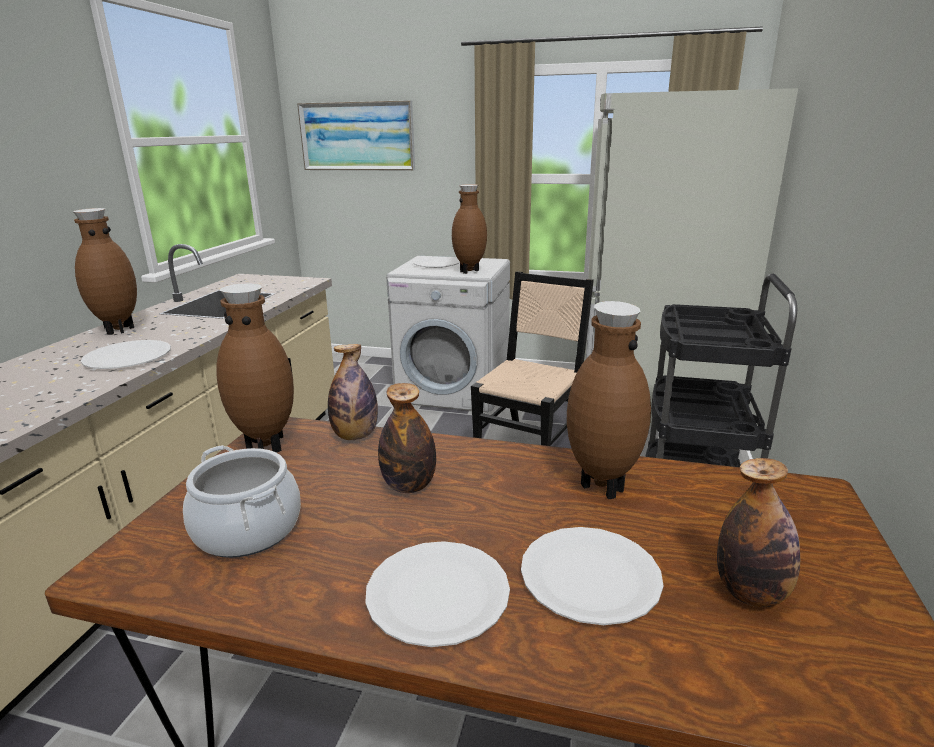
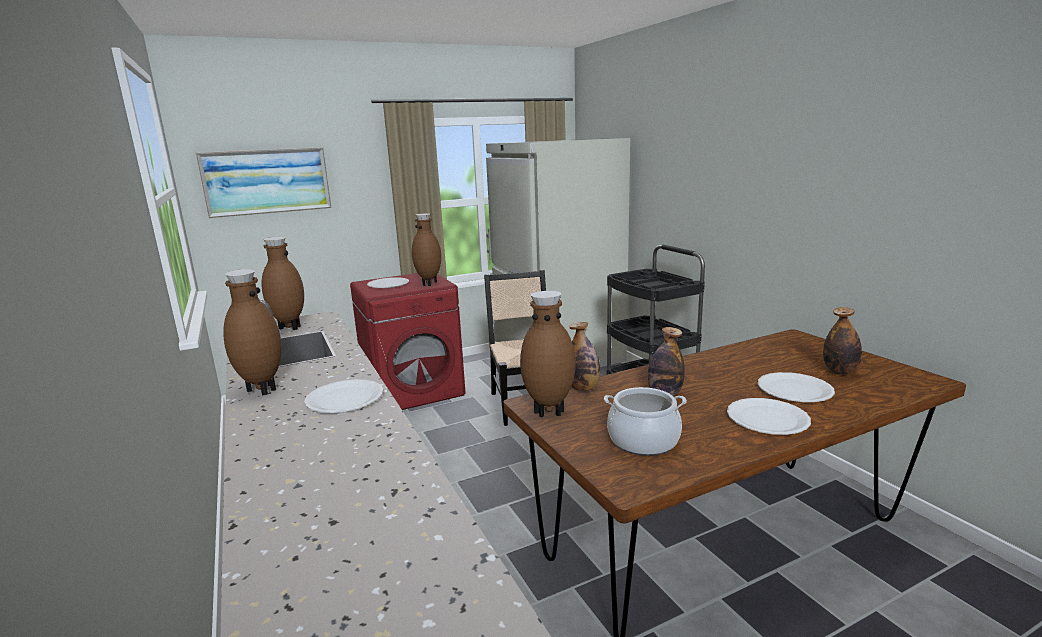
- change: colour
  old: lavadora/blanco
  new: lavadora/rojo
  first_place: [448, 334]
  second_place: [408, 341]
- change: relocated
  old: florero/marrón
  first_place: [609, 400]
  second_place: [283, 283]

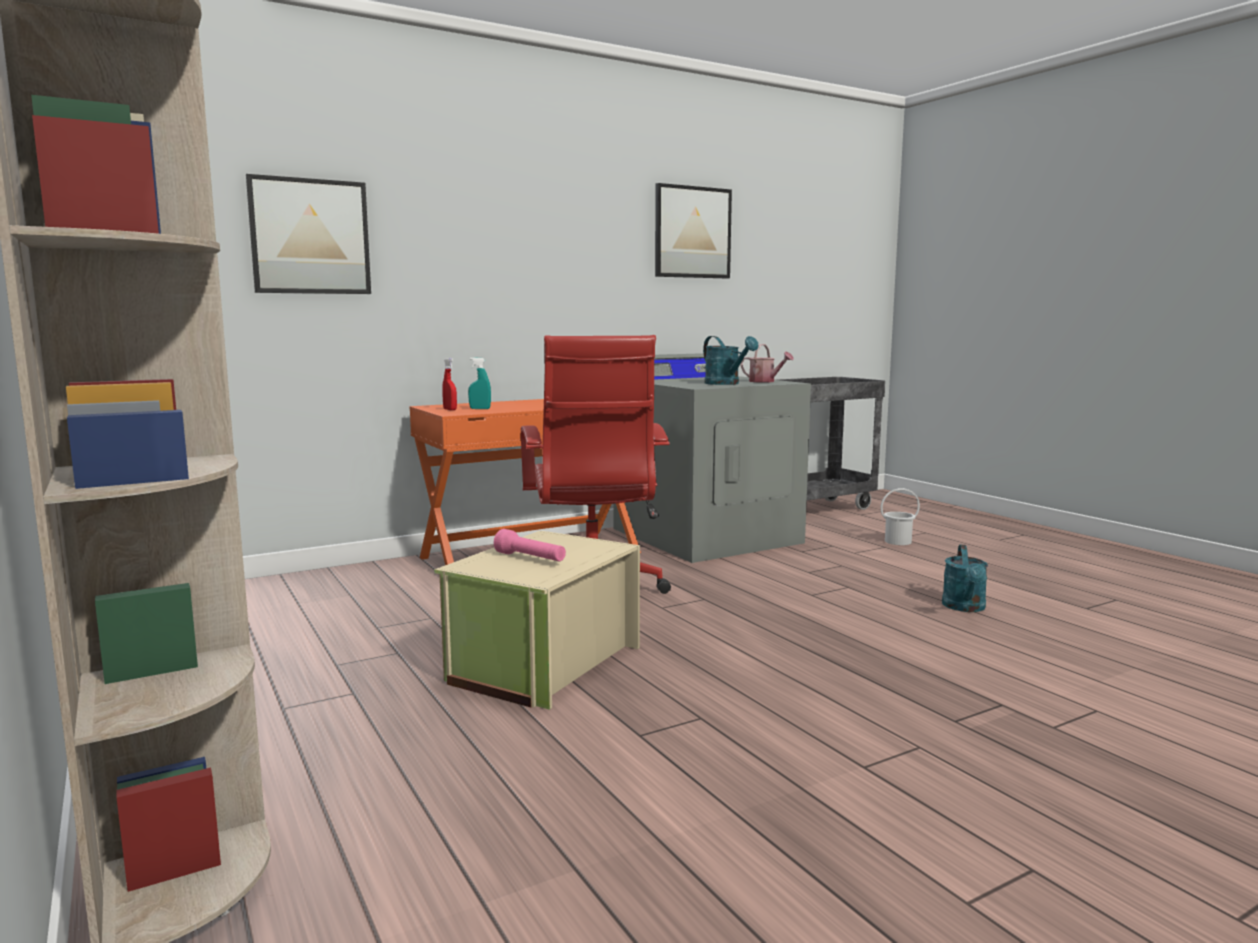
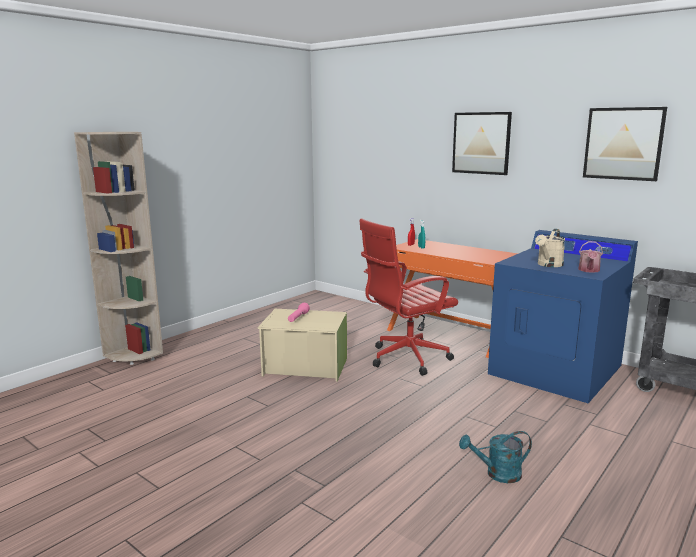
- change: relocated
  old: cuadro
  first_place: [308, 234]
  second_place: [482, 143]
- change: colour
  old: regadera/turquesa
  new: regadera/beis
  first_place: [730, 360]
  second_place: [550, 248]
- change: colour
  old: lavadora/gris
  new: lavadora/azul
  first_place: [712, 458]
  second_place: [563, 316]
- change: missing
  old: cubo/blanco
  first_place: [900, 516]

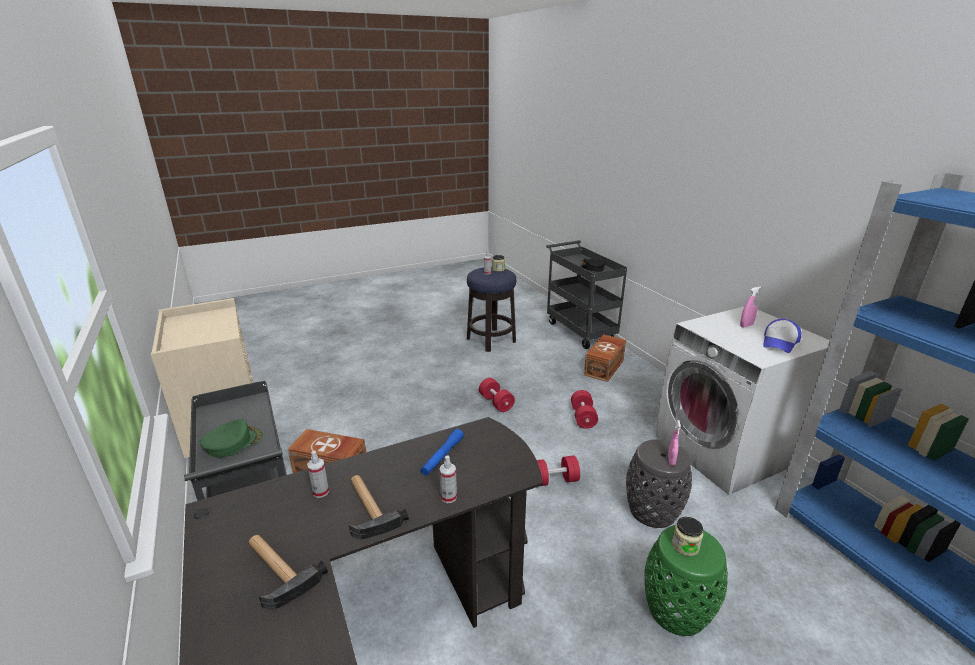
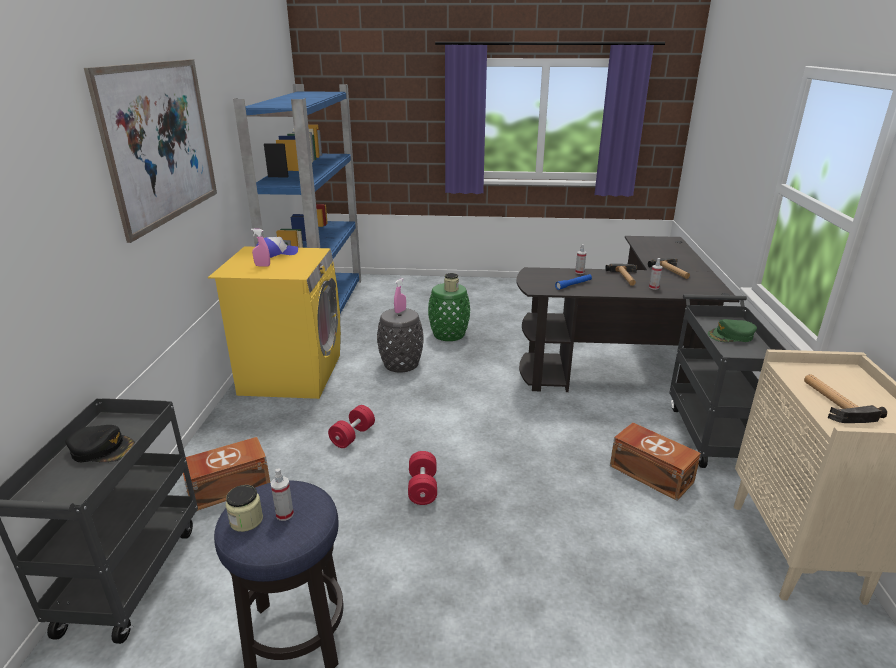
- change: colour
  old: lavadora/blanco
  new: lavadora/amarillo
  first_place: [743, 401]
  second_place: [274, 322]
- change: missing
  old: mancuerna/rojo
  first_place: [558, 471]
- change: appeared
  new: cuadro
  second_place: [150, 151]
- change: appeared
  new: martillo
  second_place: [845, 398]

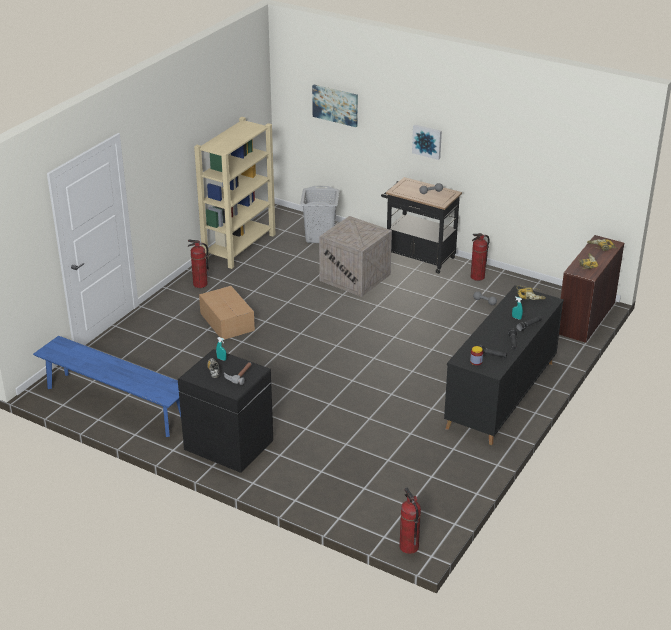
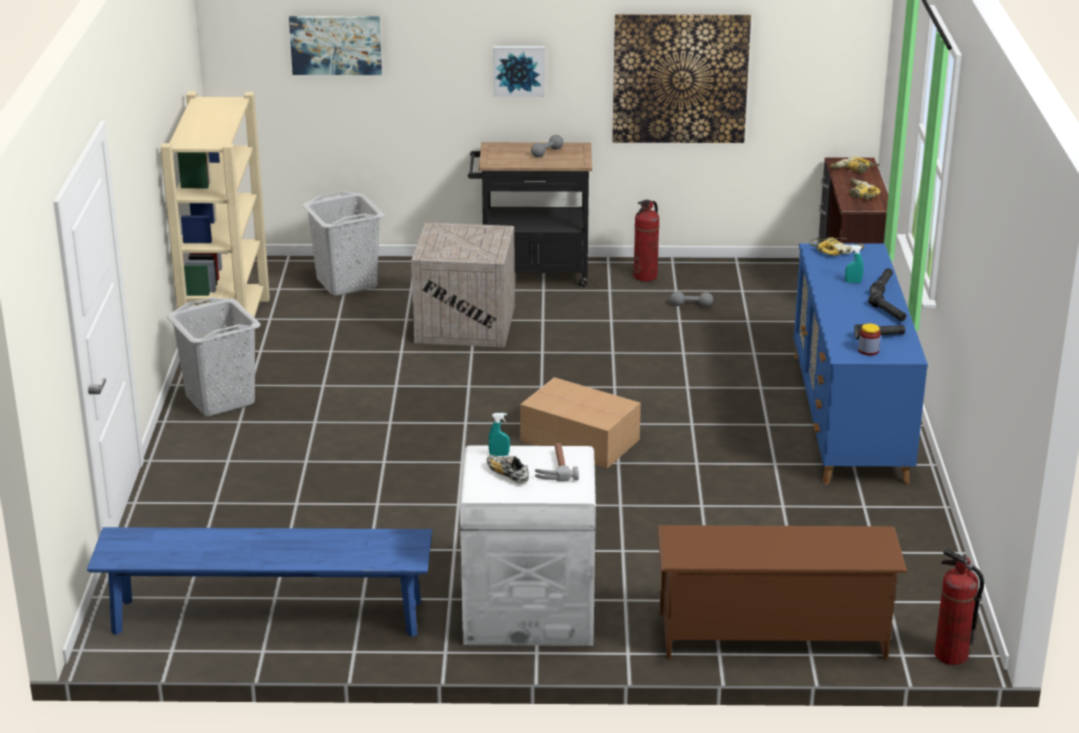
- change: exchanged
  old: extintor
  new: cesto de la ropa/gris
  first_place: [198, 263]
  second_place: [213, 356]
- change: colour
  old: cómoda/negro
  new: cómoda/azul
  first_place: [504, 365]
  second_place: [861, 364]
- change: relocated
  old: caja de cartón
  first_place: [227, 313]
  second_place: [580, 422]
- change: colour
  old: lavadora/negro
  new: lavadora/blanco
  first_place: [225, 411]
  second_place: [528, 546]
- change: appeared
  new: cuadro
  second_place: [681, 78]
- change: appeared
  new: zapatero/marrón
  second_place: [782, 592]

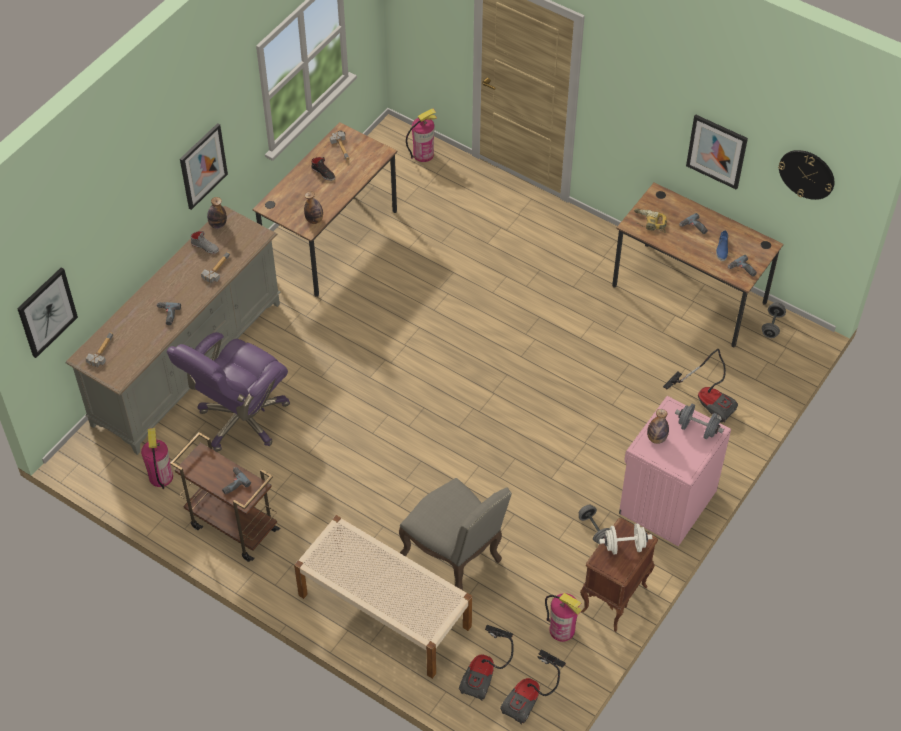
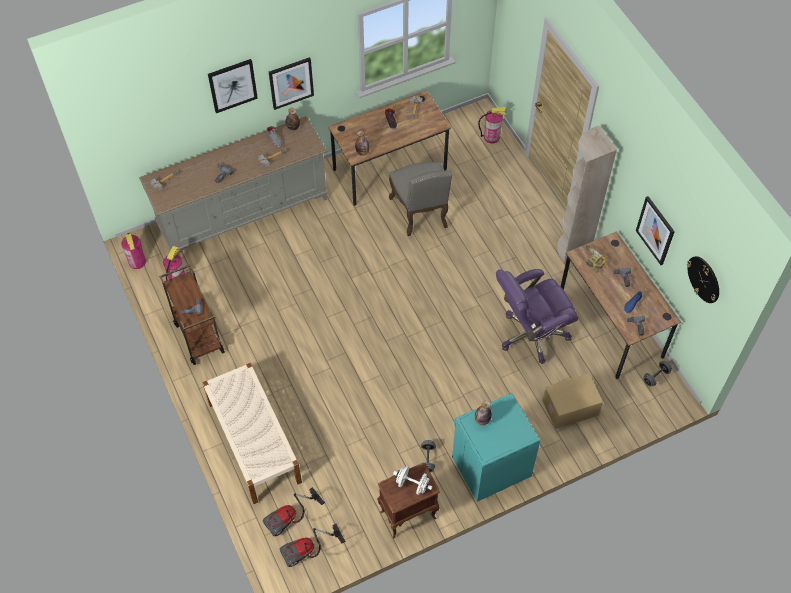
- change: relocated
  old: cuadro
  first_place: [47, 312]
  second_place: [233, 86]
- change: relocated
  old: silla de oficina/morado
  first_place: [228, 392]
  second_place: [537, 316]
- change: exchanged
  old: aspiradora
  new: caja de cartón
  first_place: [700, 386]
  second_place: [572, 401]
- change: colour
  old: lavadora/rosa
  new: lavadora/turquesa
  first_place: [675, 471]
  second_place: [496, 447]
- change: missing
  old: mancuerna/gris
  first_place: [699, 421]
- change: relocated
  old: silla/gris
  first_place: [455, 534]
  second_place: [420, 199]
- change: relocated
  old: extintor
  first_place: [563, 617]
  second_place: [133, 251]
- change: appeared
  new: estantería/beis
  second_place: [587, 194]

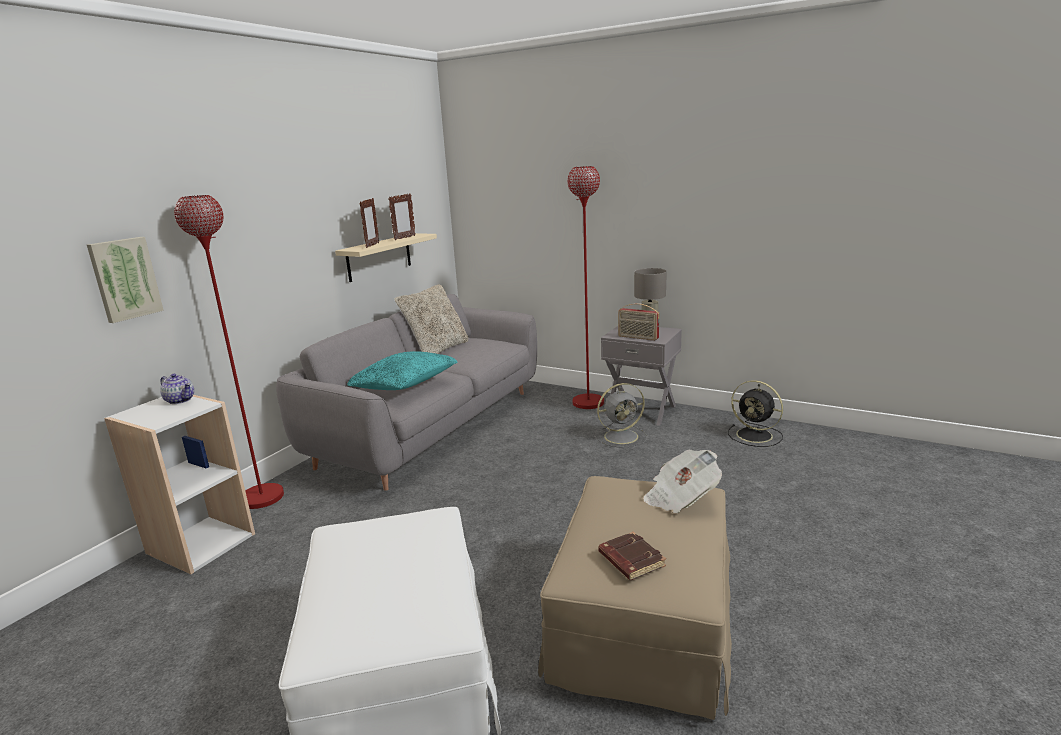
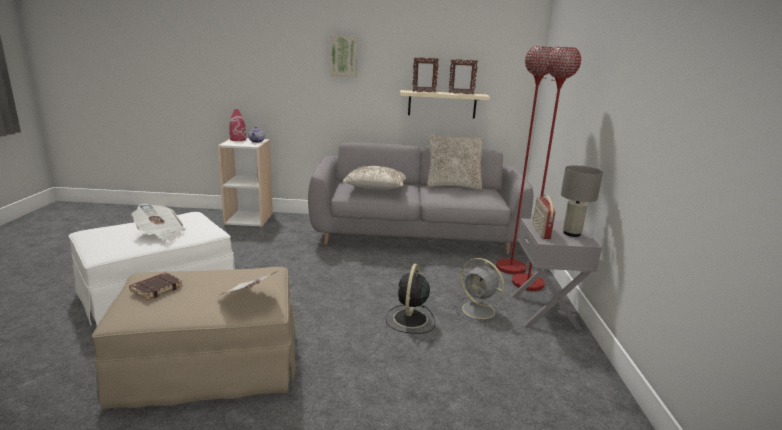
- change: relocated
  old: lámpara de pie/rojo
  first_place: [229, 352]
  second_place: [524, 160]
- change: relocated
  old: cuadro
  first_place: [125, 280]
  second_place: [344, 56]
- change: colour
  old: cojín/turquesa
  new: cojín/beis
  first_place: [402, 370]
  second_place: [374, 178]
- change: relocated
  old: ventilador/negro
  first_place: [755, 413]
  second_place: [410, 299]
- change: appeared
  new: florero/rojo
  second_place: [237, 125]
- change: appeared
  new: periódico
  second_place: [158, 222]

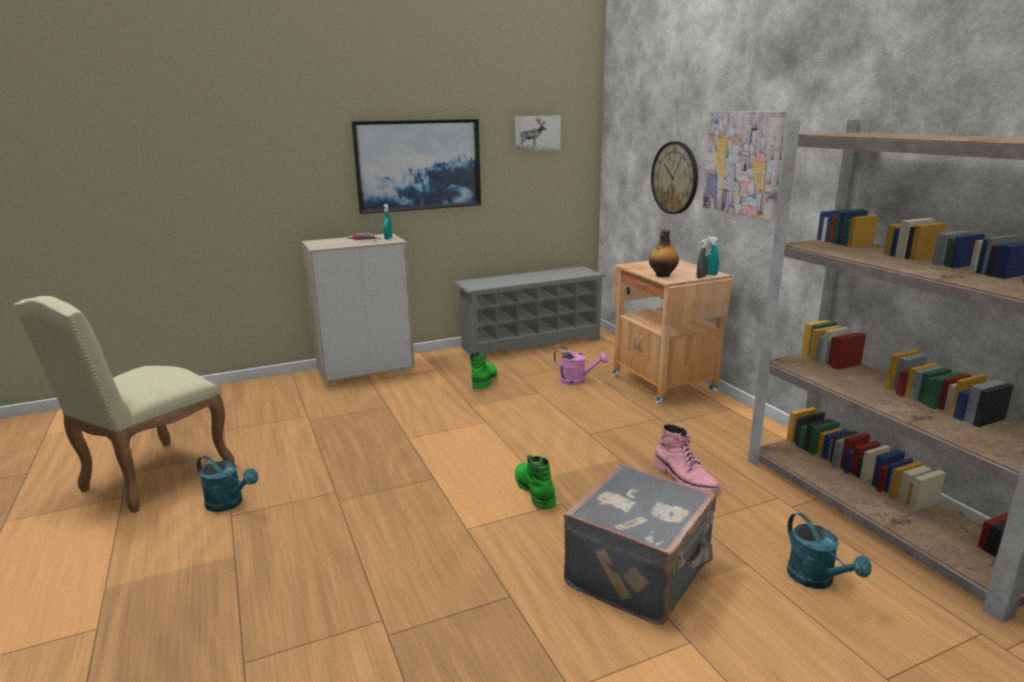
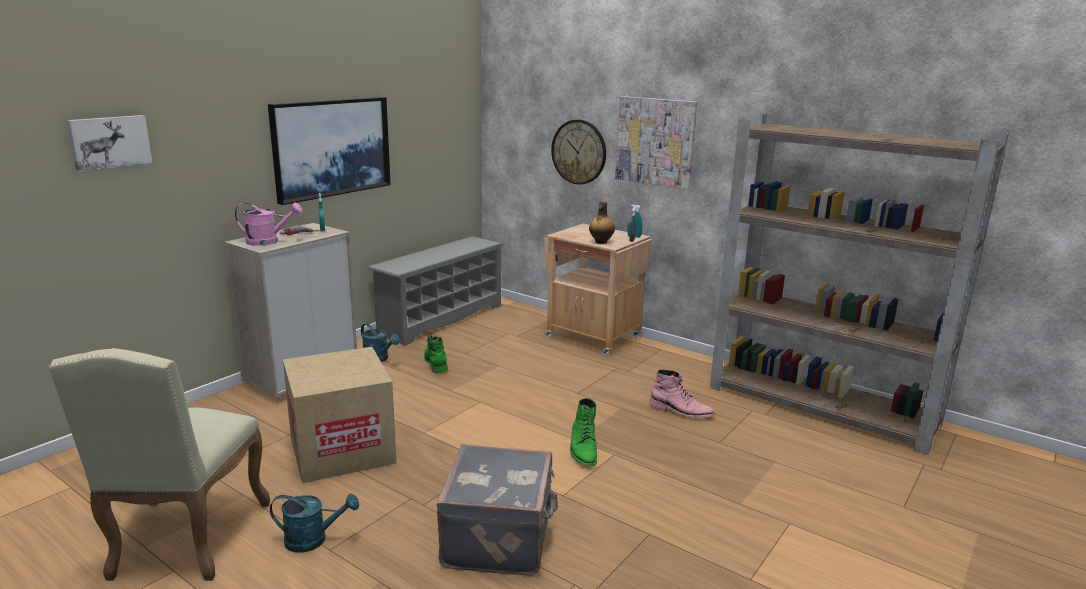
- change: relocated
  old: cuadro
  first_place: [538, 133]
  second_place: [109, 143]
- change: relocated
  old: regadera/rosa
  first_place: [581, 366]
  second_place: [268, 224]
- change: spun
  old: bota/verde
  first_place: [535, 482]
  second_place: [583, 432]
  degrees: -135
- change: relocated
  old: maleta/gris
  first_place: [640, 544]
  second_place: [497, 510]
- change: relocated
  old: regadera/turquesa
  first_place: [829, 551]
  second_place: [380, 342]
- change: appeared
  new: caja de cartón
  second_place: [339, 415]

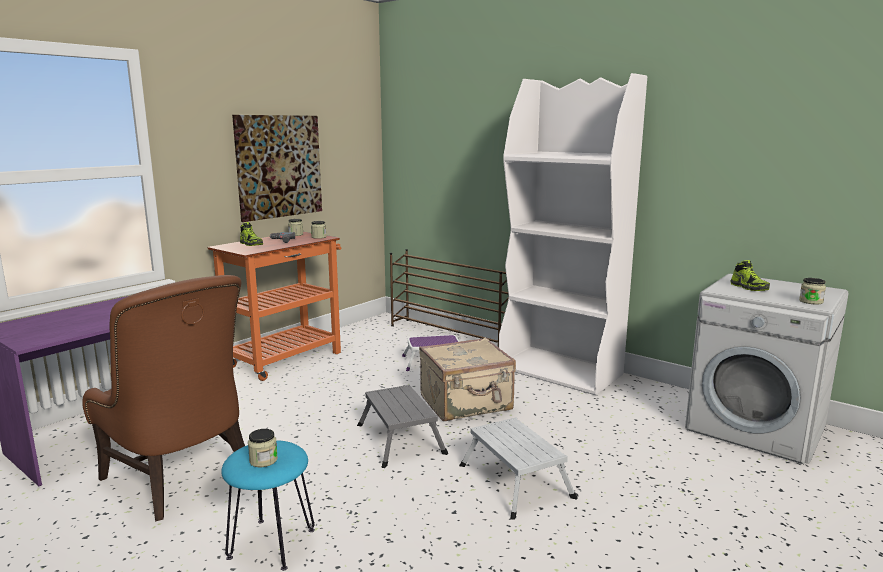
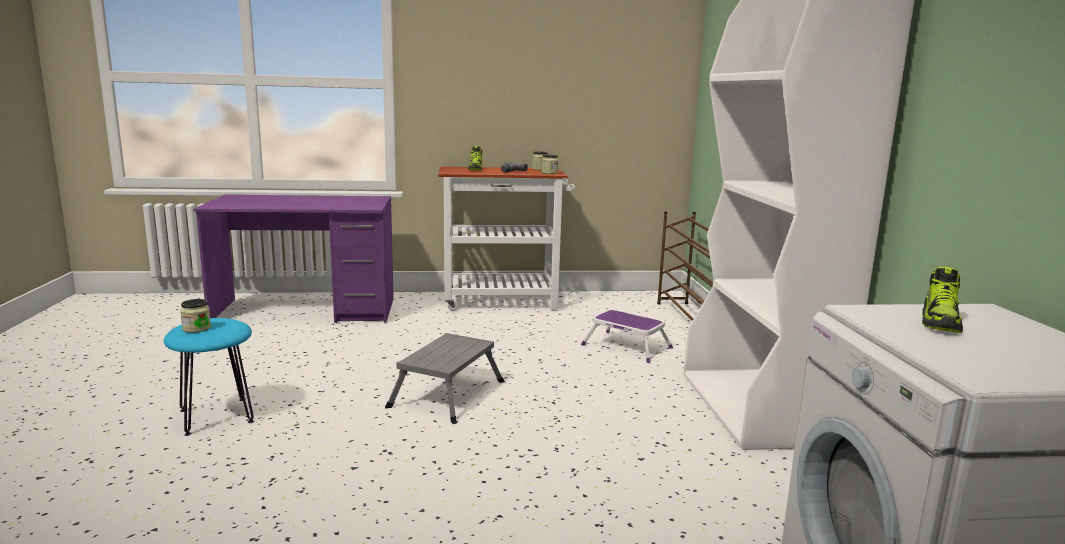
- change: missing
  old: cuadro
  first_place: [277, 168]
- change: colour
  old: carrito/naranja
  new: carrito/blanco
  first_place: [274, 306]
  second_place: [506, 239]
- change: missing
  old: silla/marrón
  first_place: [163, 398]
- change: missing
  old: tarro
  first_place: [812, 291]
- change: missing
  old: maleta/beis
  first_place: [467, 379]
- change: missing
  old: escalera de tijera/blanco
  first_place: [518, 468]

